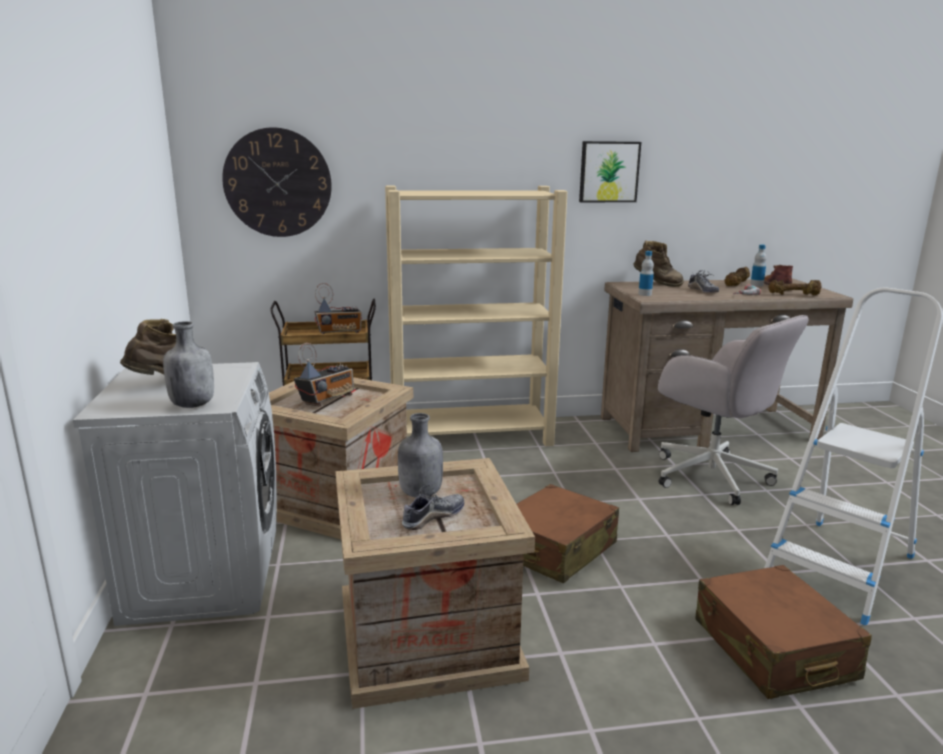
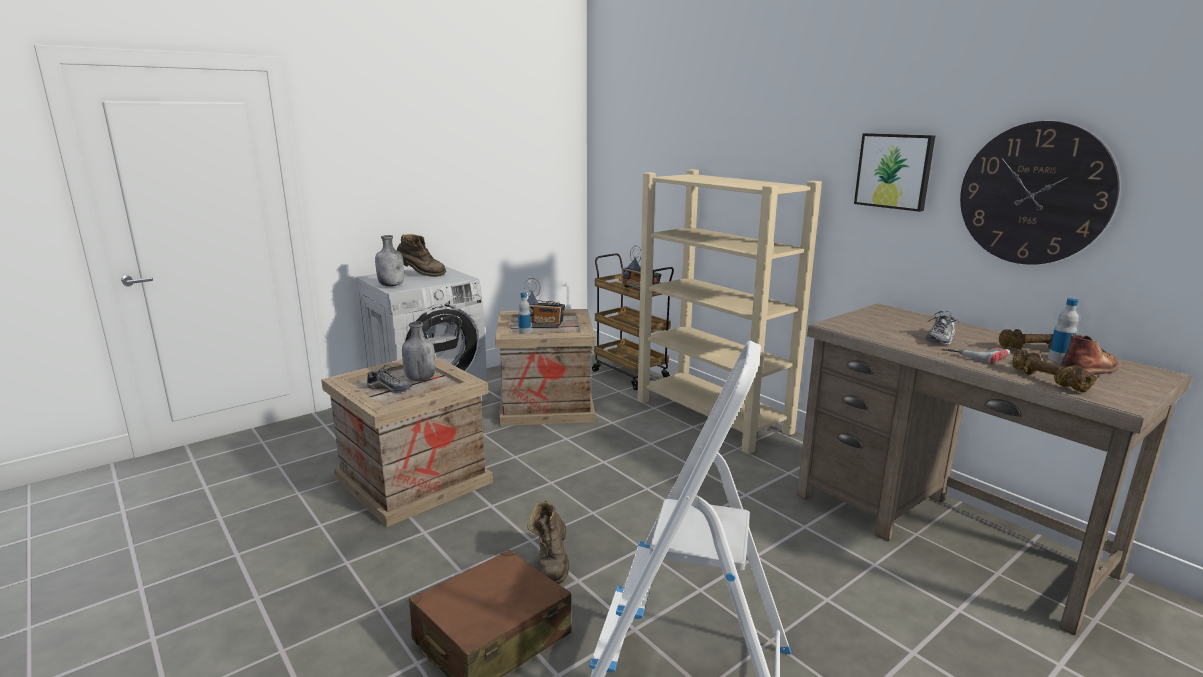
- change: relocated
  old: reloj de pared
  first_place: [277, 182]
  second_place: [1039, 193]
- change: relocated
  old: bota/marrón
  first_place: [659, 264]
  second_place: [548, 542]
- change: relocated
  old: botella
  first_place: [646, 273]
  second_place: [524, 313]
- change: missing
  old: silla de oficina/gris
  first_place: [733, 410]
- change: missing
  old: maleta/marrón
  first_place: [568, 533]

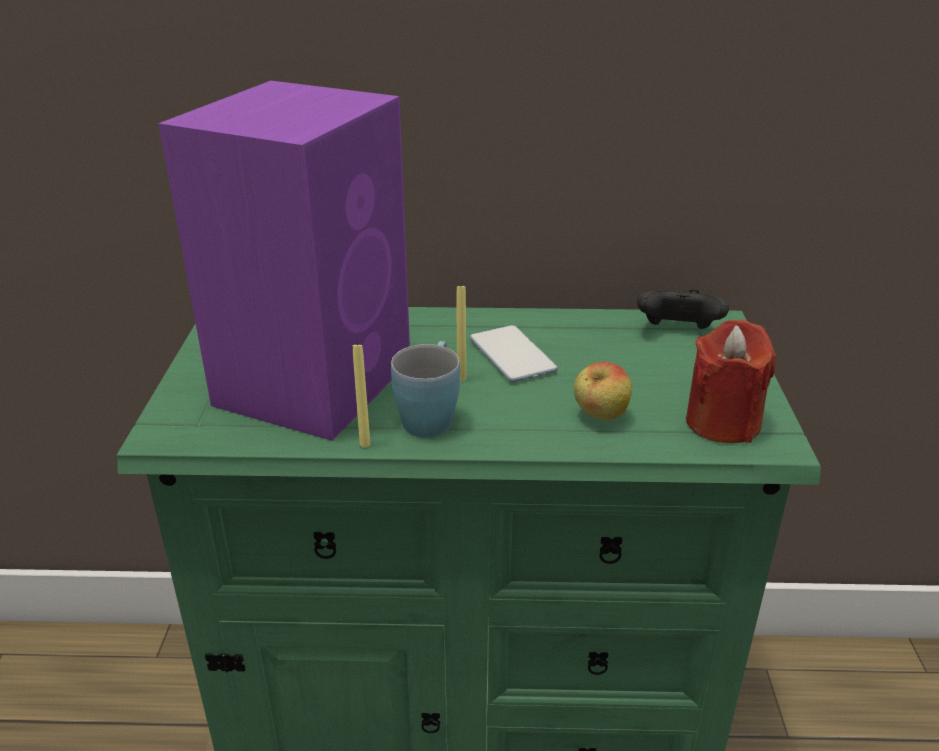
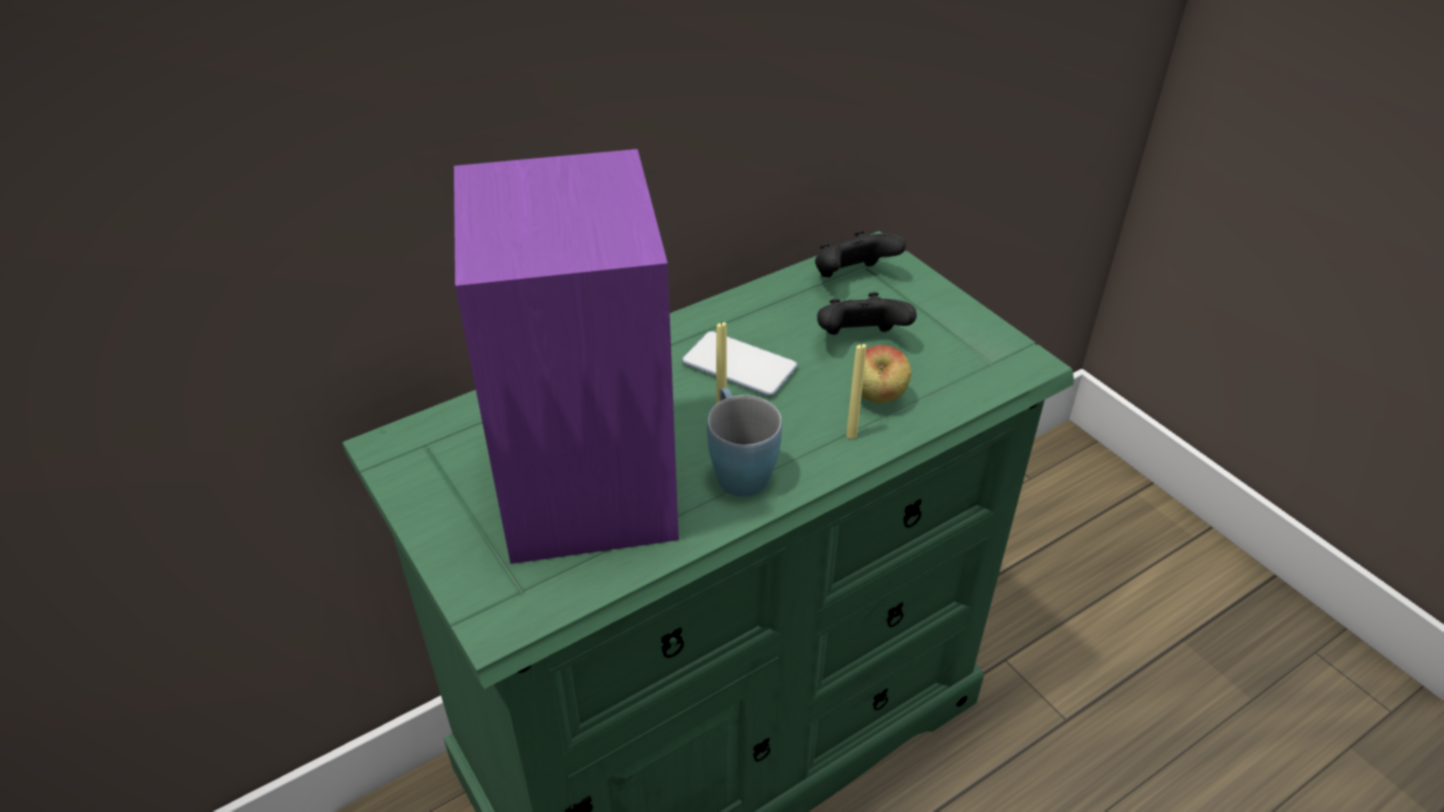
- change: missing
  old: vela/rojo
  first_place: [731, 381]
- change: relocated
  old: vela/amarillo
  first_place: [361, 395]
  second_place: [856, 391]
- change: appeared
  new: mando de consola/negro
  second_place: [867, 313]

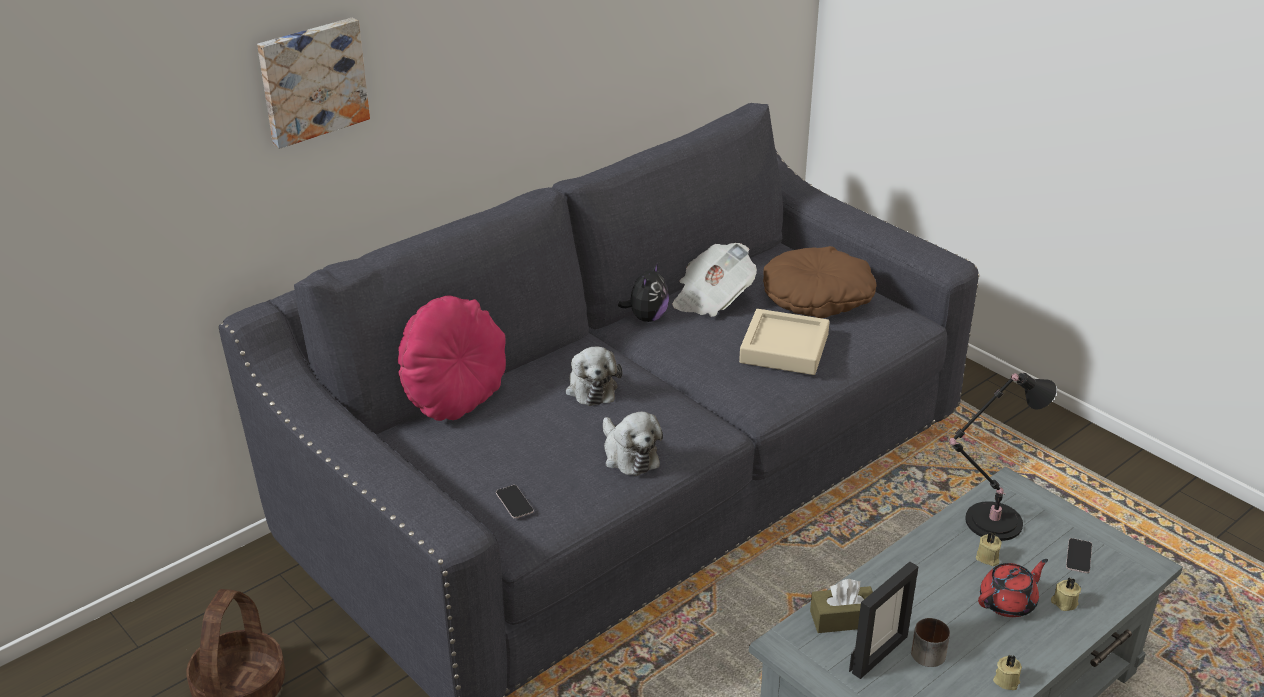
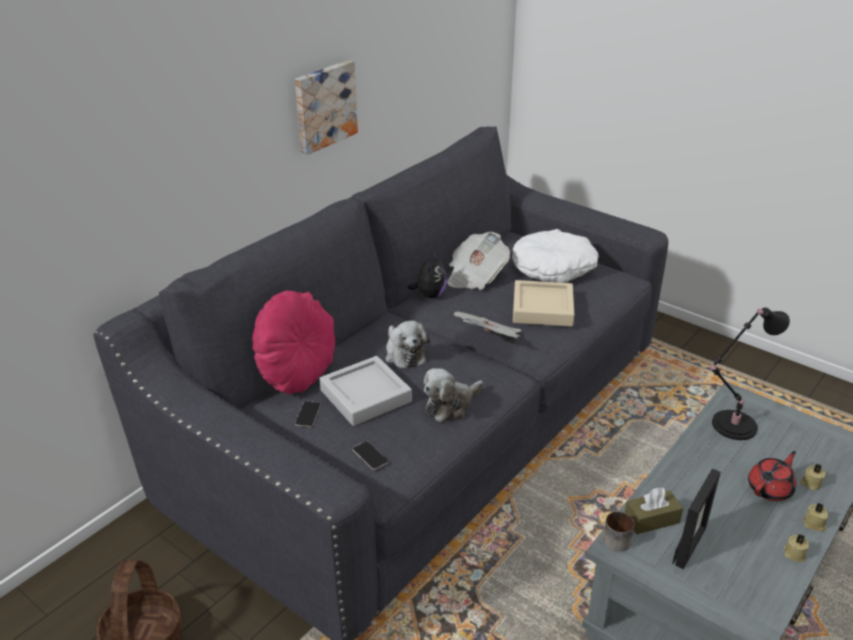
- change: relocated
  old: cuadro
  first_place: [313, 83]
  second_place: [326, 107]
- change: colour
  old: cojín/marrón
  new: cojín/blanco
  first_place: [819, 282]
  second_place: [555, 256]
- change: spun
  old: peluche
  first_place: [633, 444]
  second_place: [453, 395]
  degrees: 90
- change: relocated
  old: vela/beis
  first_place: [988, 549]
  second_place: [815, 517]
- change: relocated
  old: móvil
  first_place: [1079, 555]
  second_place: [308, 414]
- change: relocated
  old: taza grande
  first_place: [930, 642]
  second_place: [618, 531]
- change: appeared
  new: periódico
  second_place: [487, 324]
- change: appeared
  new: bandeja/gris
  second_place: [365, 391]

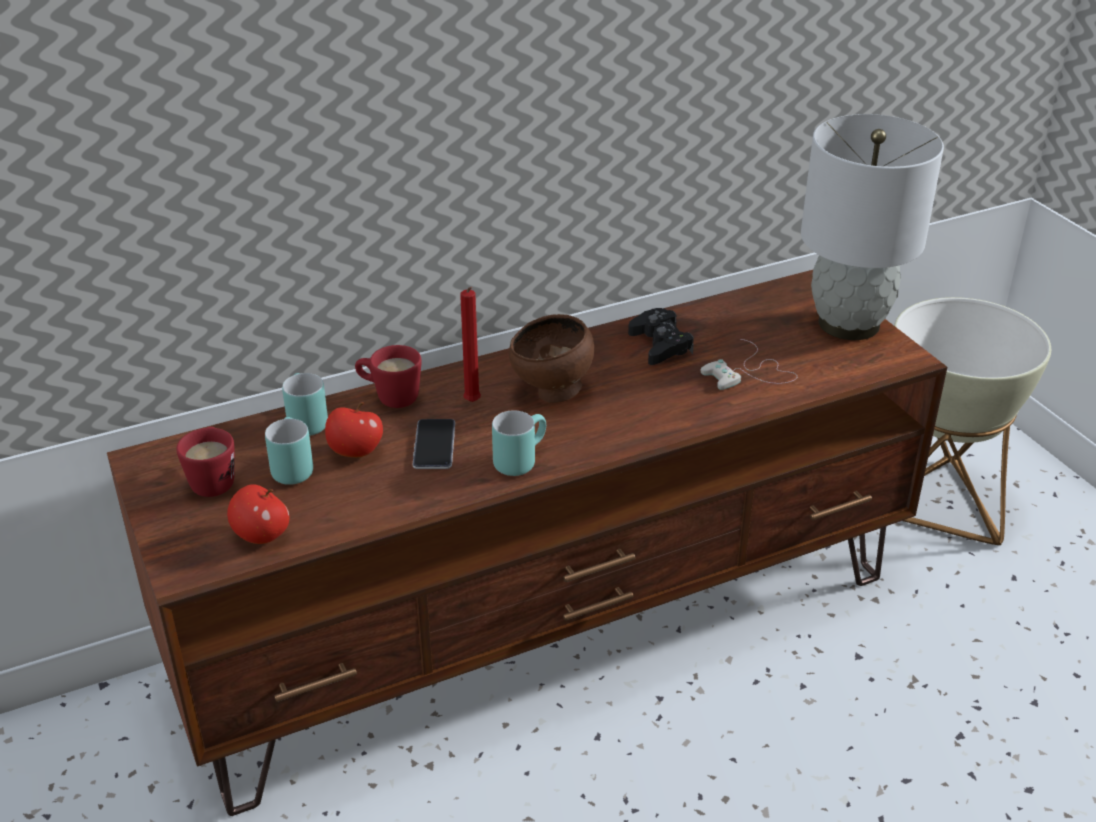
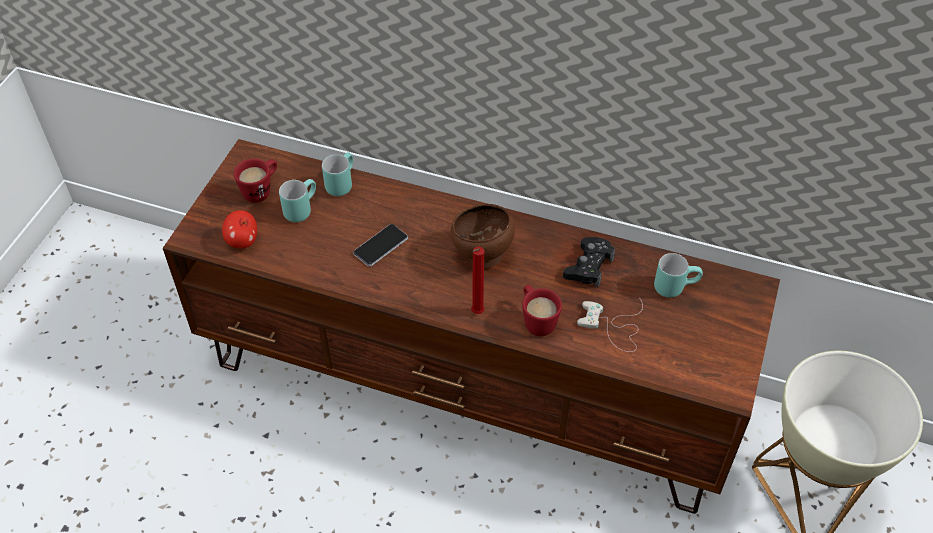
- change: missing
  old: lámpara de mesa/blanco
  first_place: [872, 227]
- change: relocated
  old: vela/rojo
  first_place: [470, 344]
  second_place: [477, 280]
- change: relocated
  old: taza grande/rojo
  first_place: [388, 376]
  second_place: [542, 310]
- change: missing
  old: manzana
  first_place: [354, 429]
- change: relocated
  old: taza grande/turquesa
  first_place: [519, 443]
  second_place: [678, 275]

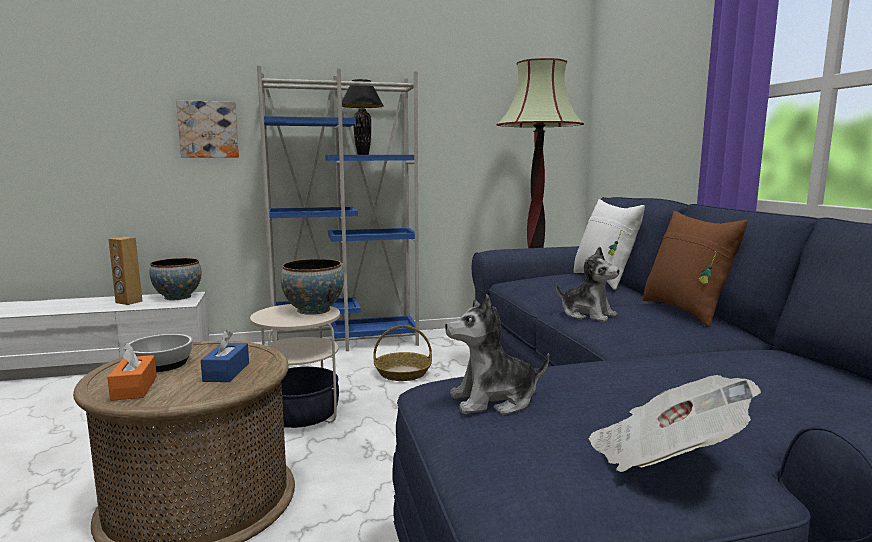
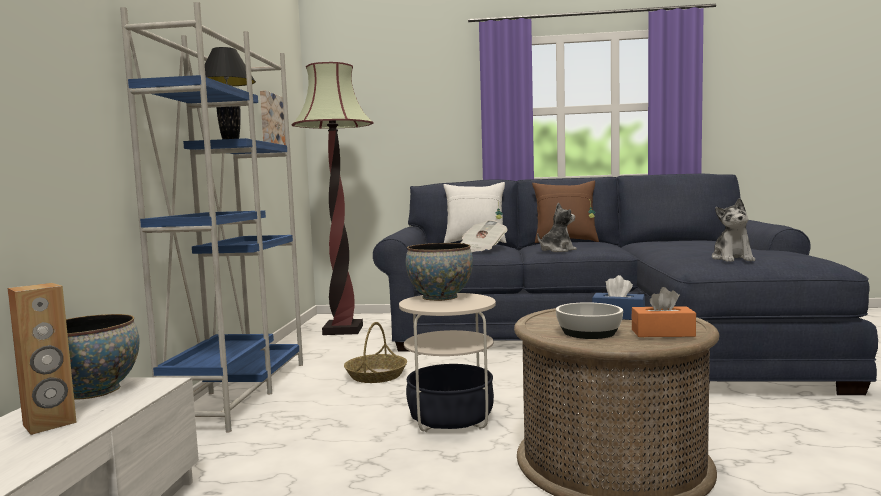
- change: relocated
  old: cuadro
  first_place: [207, 129]
  second_place: [272, 117]
- change: relocated
  old: periódico
  first_place: [675, 423]
  second_place: [484, 236]

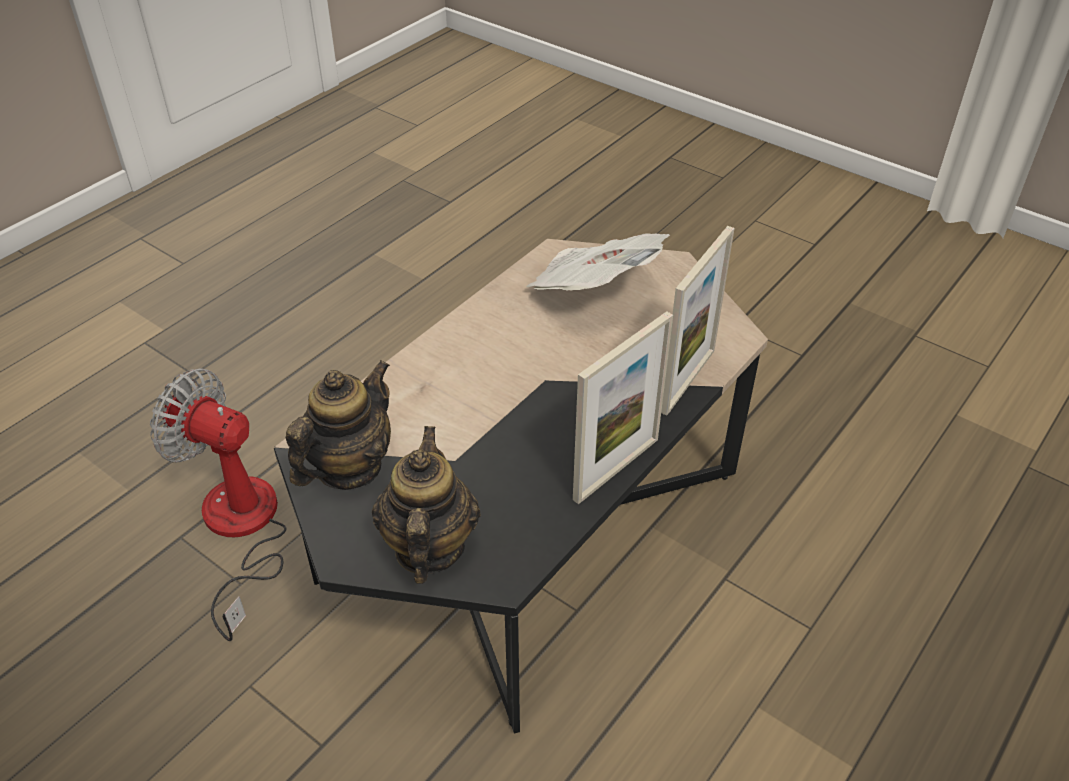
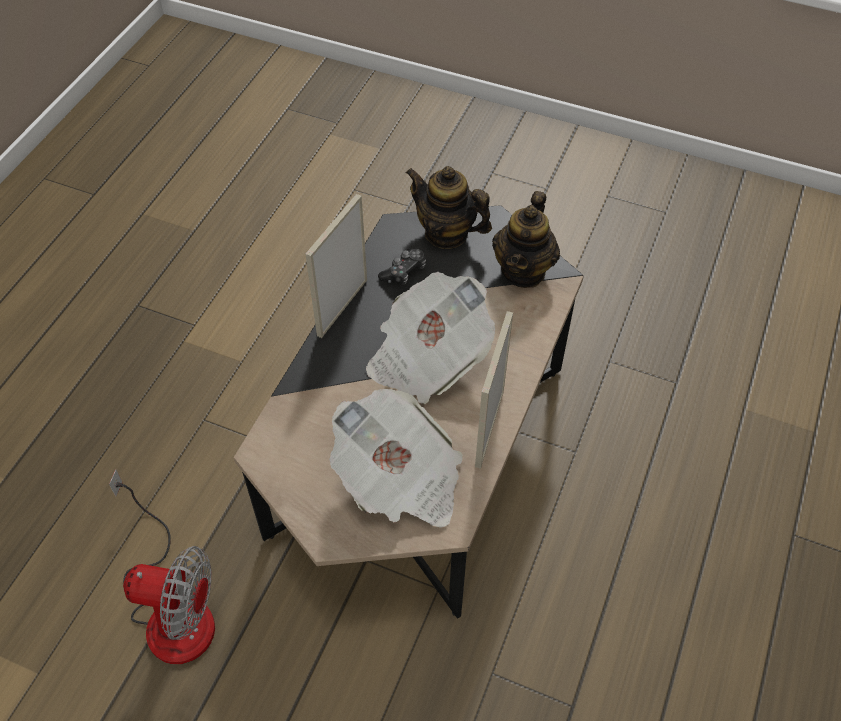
- change: relocated
  old: portarretratos
  first_place: [698, 320]
  second_place: [494, 390]
- change: relocated
  old: ventilador
  first_place: [218, 504]
  second_place: [162, 566]
- change: spun
  old: tetera
  first_place: [426, 505]
  second_place: [449, 207]
  degrees: 135
- change: appeared
  new: mando de consola
  second_place: [402, 267]
- change: appeared
  new: periódico
  second_place: [430, 338]

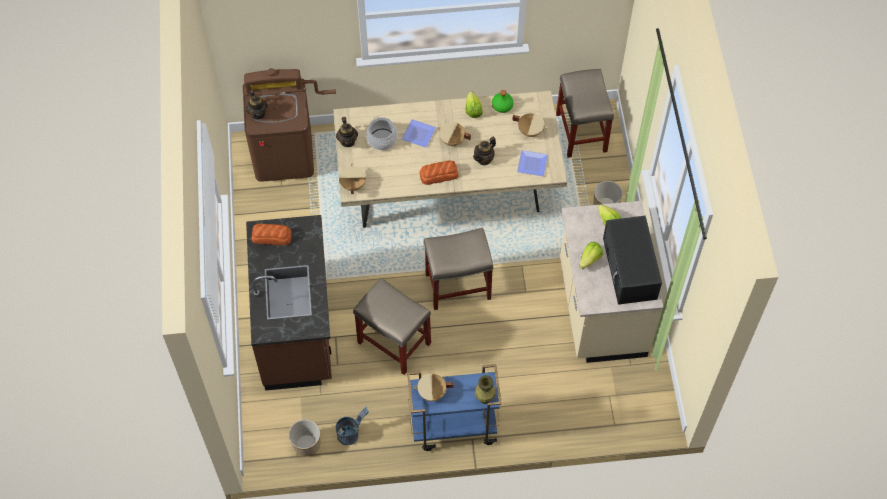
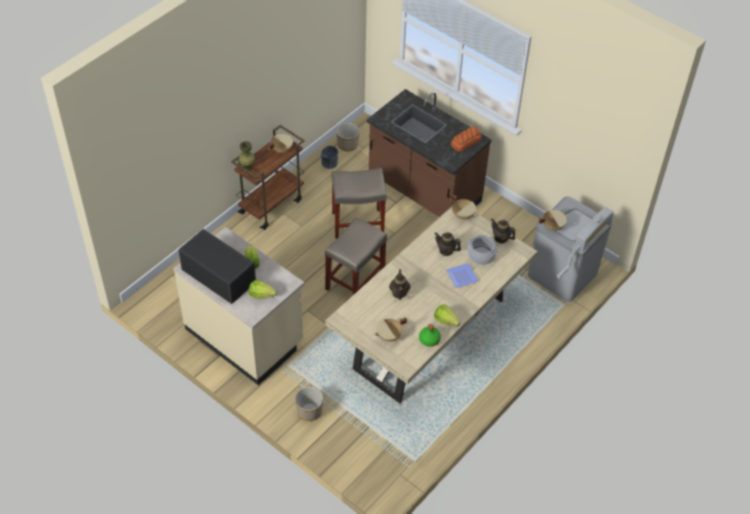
- change: colour
  old: lavadora/marrón
  new: lavadora/gris
  first_place: [289, 125]
  second_place: [571, 249]
- change: missing
  old: taburete/beis
  first_place: [585, 113]
- change: relocated
  old: tetera
  first_place: [257, 104]
  second_place: [447, 244]
- change: relocated
  old: olla/beis
  first_place: [454, 134]
  second_place: [553, 220]
- change: missing
  old: plato
  first_place: [532, 163]
- change: missing
  old: pan
  first_place: [439, 173]
- change: colour
  old: carrito/azul
  new: carrito/marrón
  first_place: [454, 408]
  second_place: [268, 177]

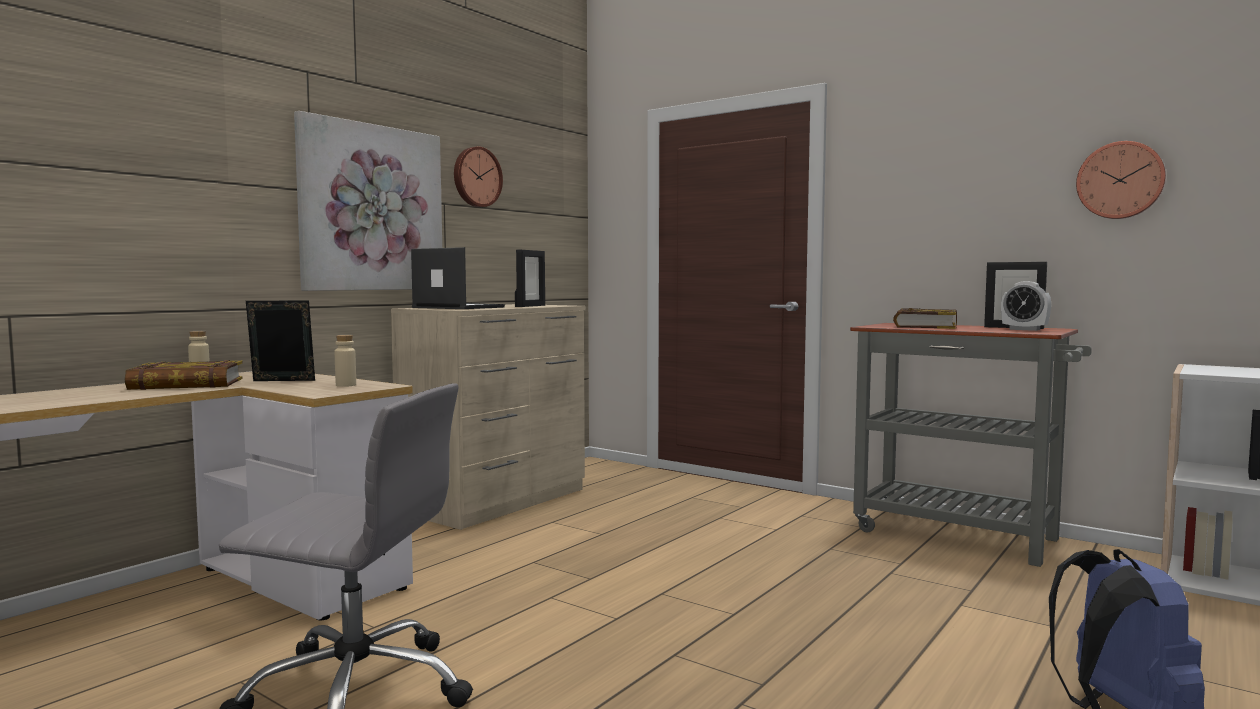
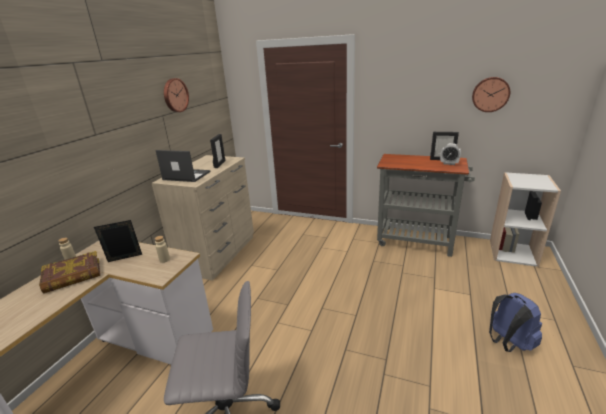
- change: missing
  old: cuadro
  first_place: [368, 201]
- change: missing
  old: libro
  first_place: [925, 318]

